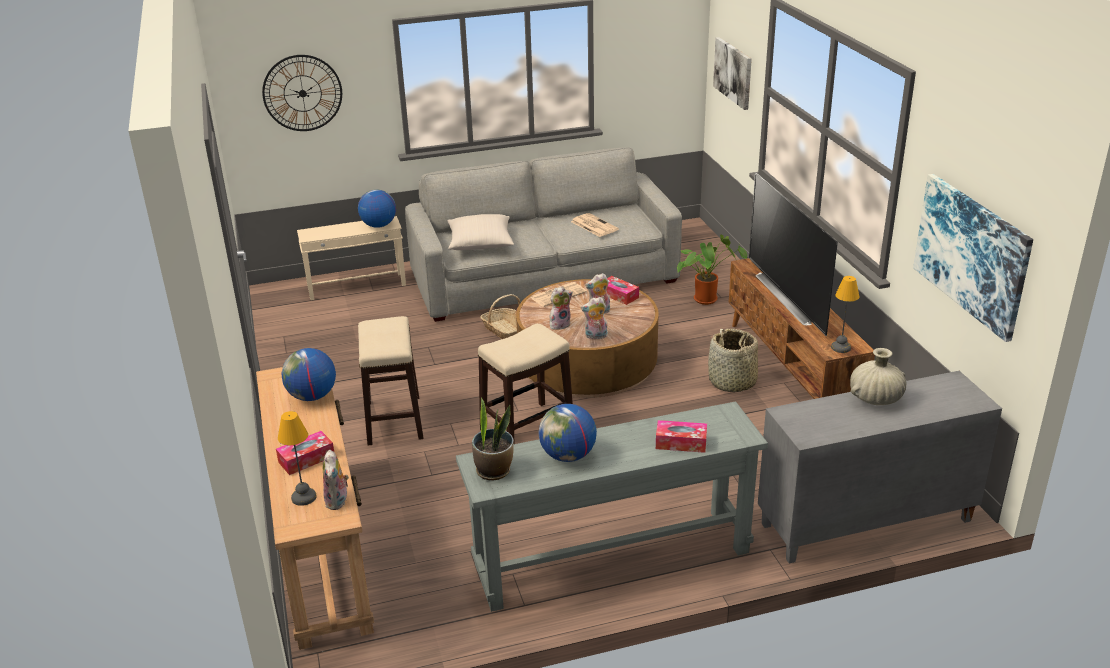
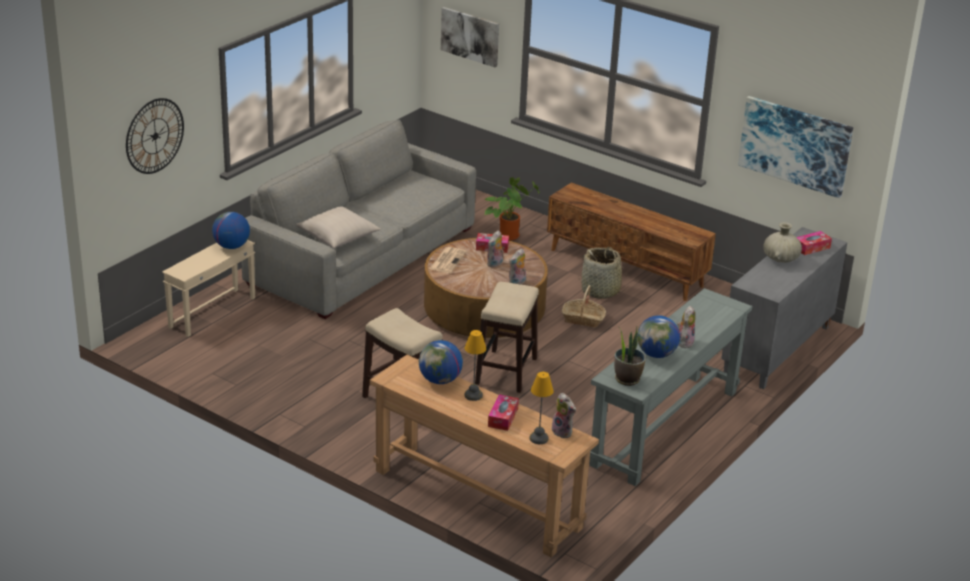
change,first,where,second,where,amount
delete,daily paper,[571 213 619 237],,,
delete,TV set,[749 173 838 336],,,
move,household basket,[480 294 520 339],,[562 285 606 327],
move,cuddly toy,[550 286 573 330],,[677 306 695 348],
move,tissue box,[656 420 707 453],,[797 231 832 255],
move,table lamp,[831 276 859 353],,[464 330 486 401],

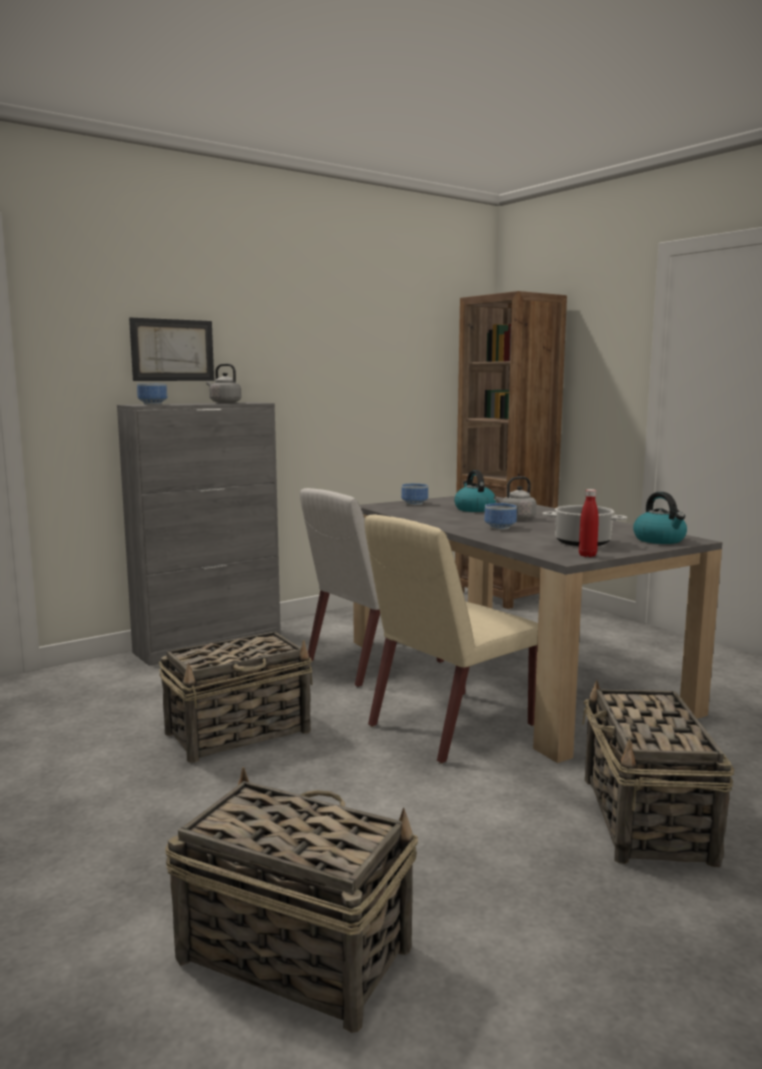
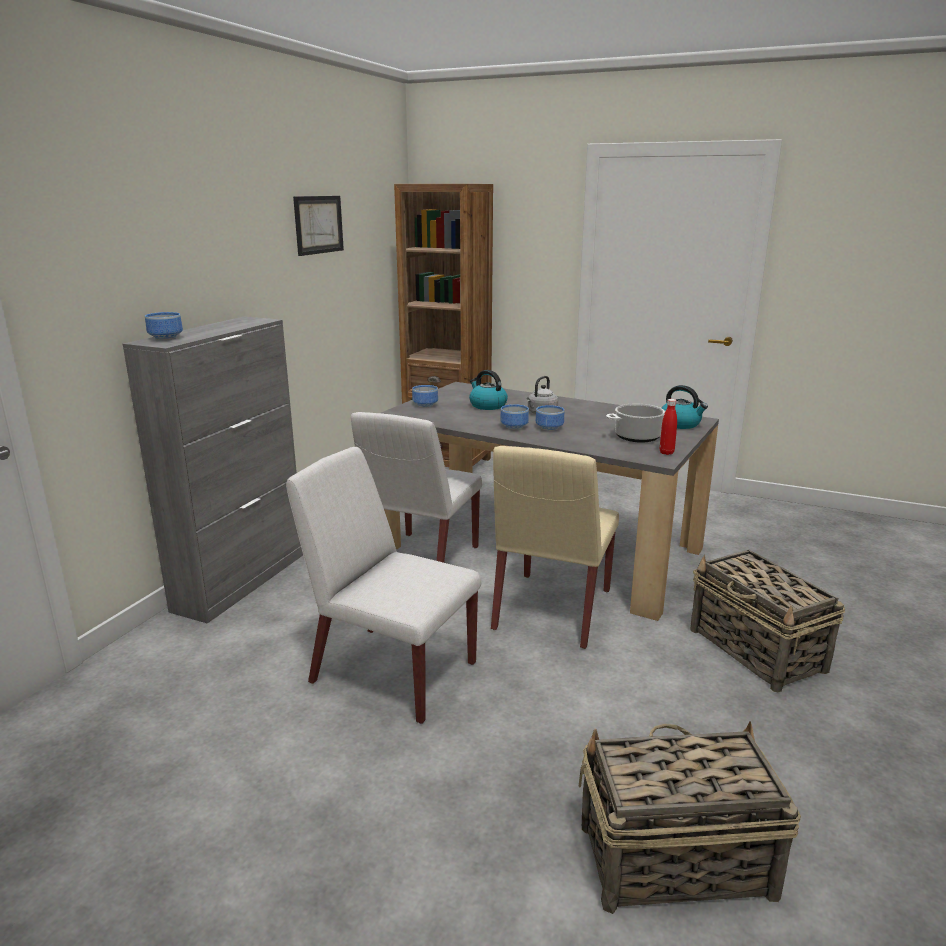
change,first,where,second,where,amount
delete,gray kettle,[206 364 241 403],,,
insert,,,deep dish,[500 404 529 430],
move,wall art,[129 318 214 381],,[293 196 344 256],
replace,household basket,[159 632 312 763],white chair,[286 447 481 724],

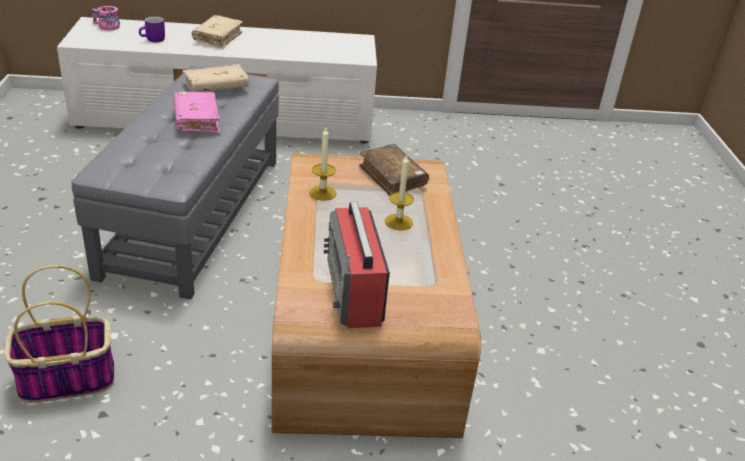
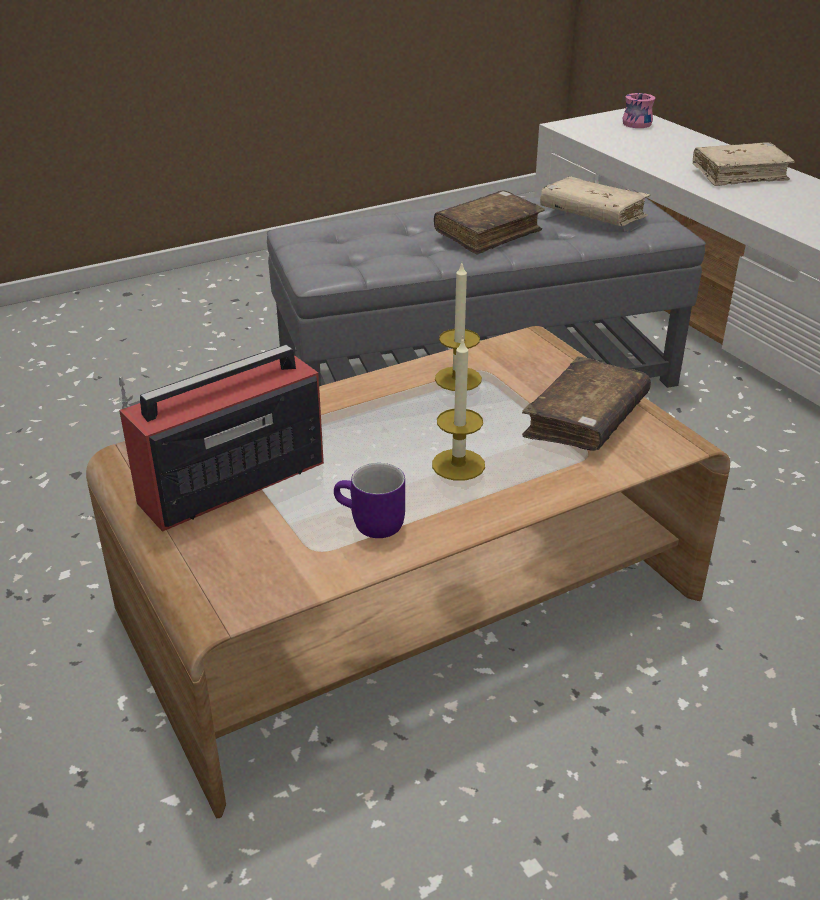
change,first,where,second,where,amount
delete,household basket,[4 265 114 403],,,
move,purple-coloured coffee mug,[139 17 165 42],,[334 463 405 538],
recolor,pink book,[173 91 220 133],brown-coloured book,[434 191 545 255],

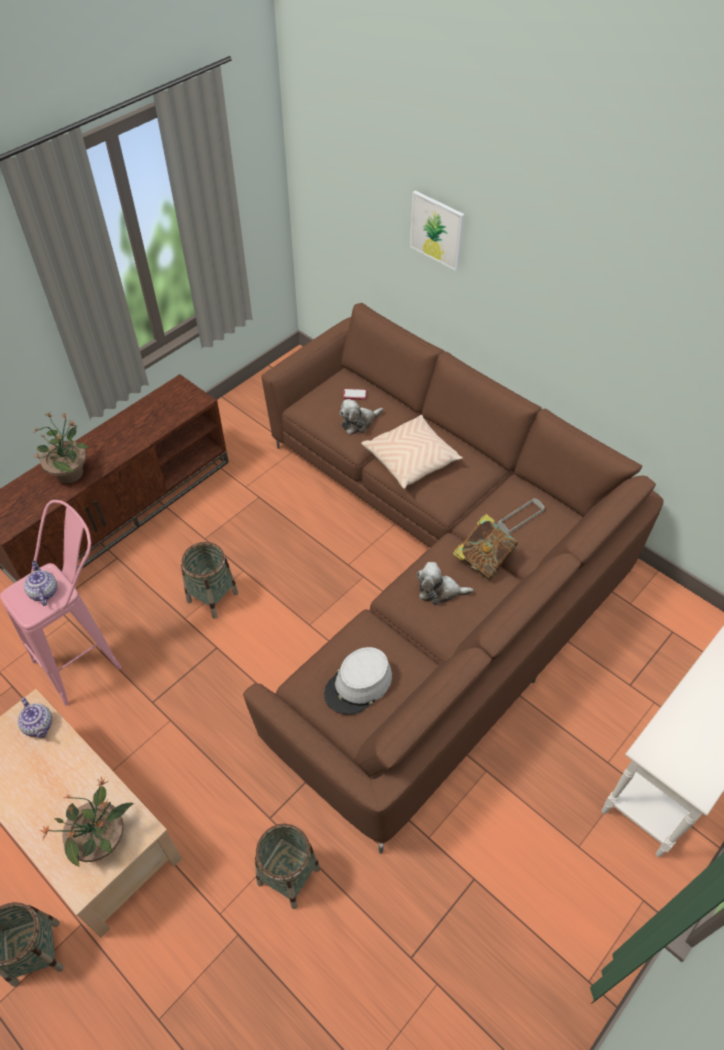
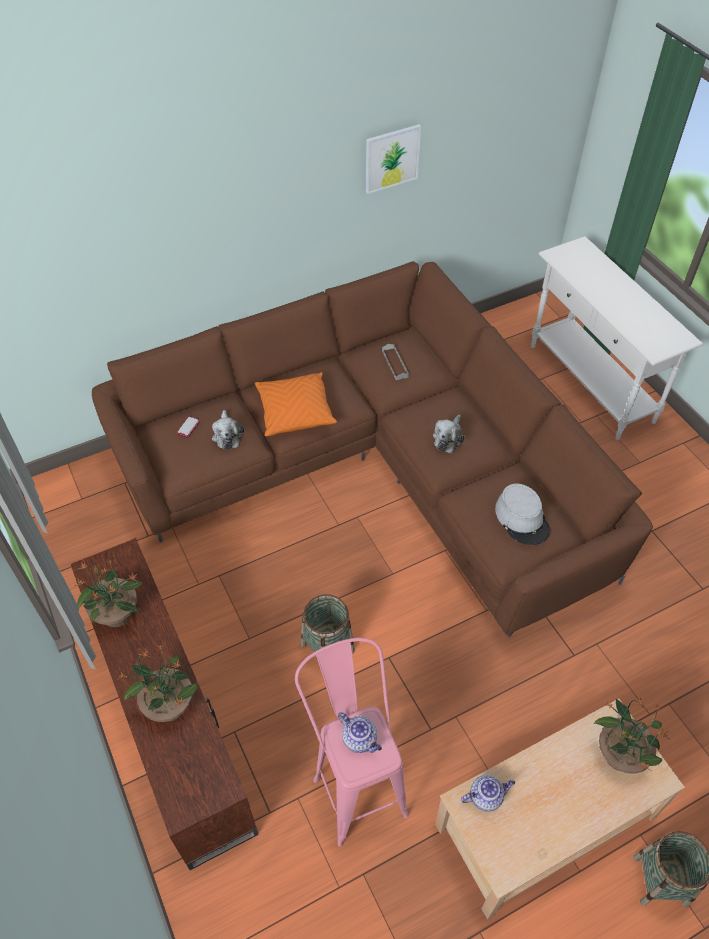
change,first,where,second,where,amount
delete,household basket,[255 823 320 909],,,
delete,book,[452 514 518 580],,,
insert,,,houseplant,[72 561 143 627],
move,wall art,[410 191 465 271],,[366 124 421 194],
recolor,sand-coloured cushion,[361 415 463 489],orange cushion,[255 372 337 436],
rotate,teapot,[24 561 57 606],,[338 712 382 753],135 degrees counterclockwise

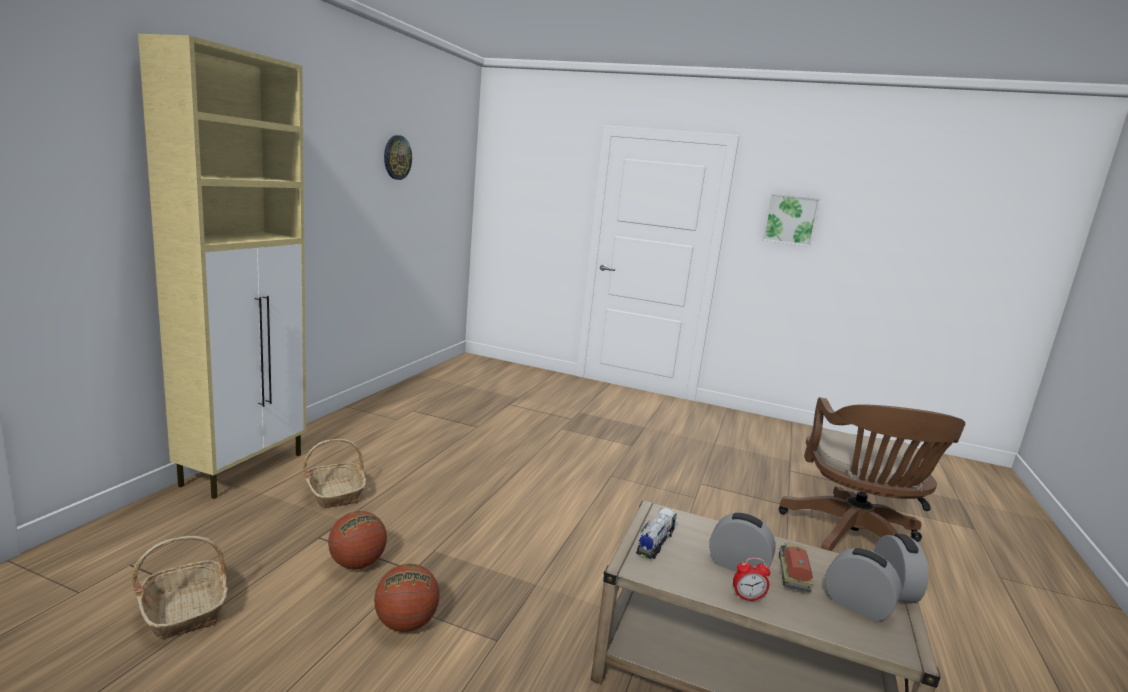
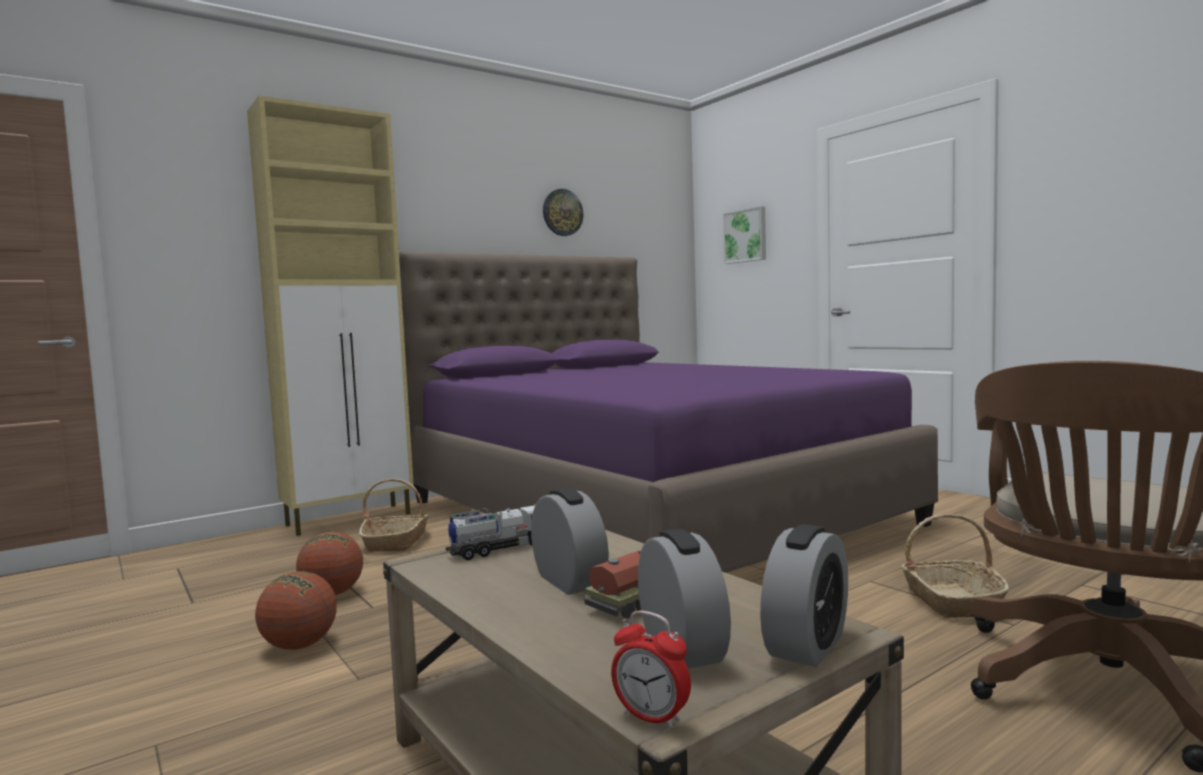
change,first,where,second,where,amount
insert,,,purple-coloured bed,[399 251 938 573],
move,household basket,[132 536 228 640],,[901 514 1010 618],
move,table clock,[733 557 770 601],,[611 611 691 729],
move,wall art,[762 194 820 247],,[723 206 766 264],

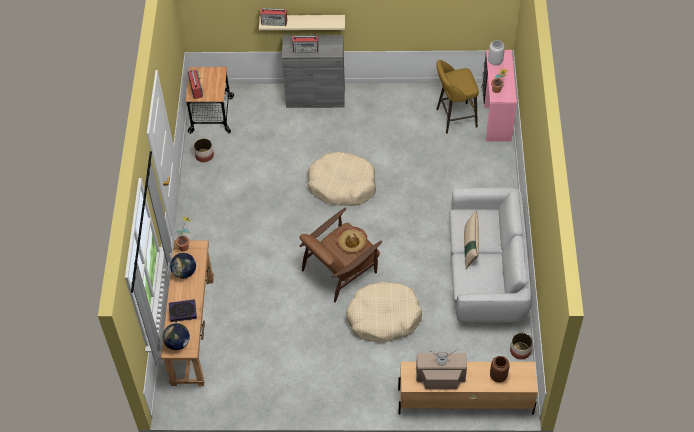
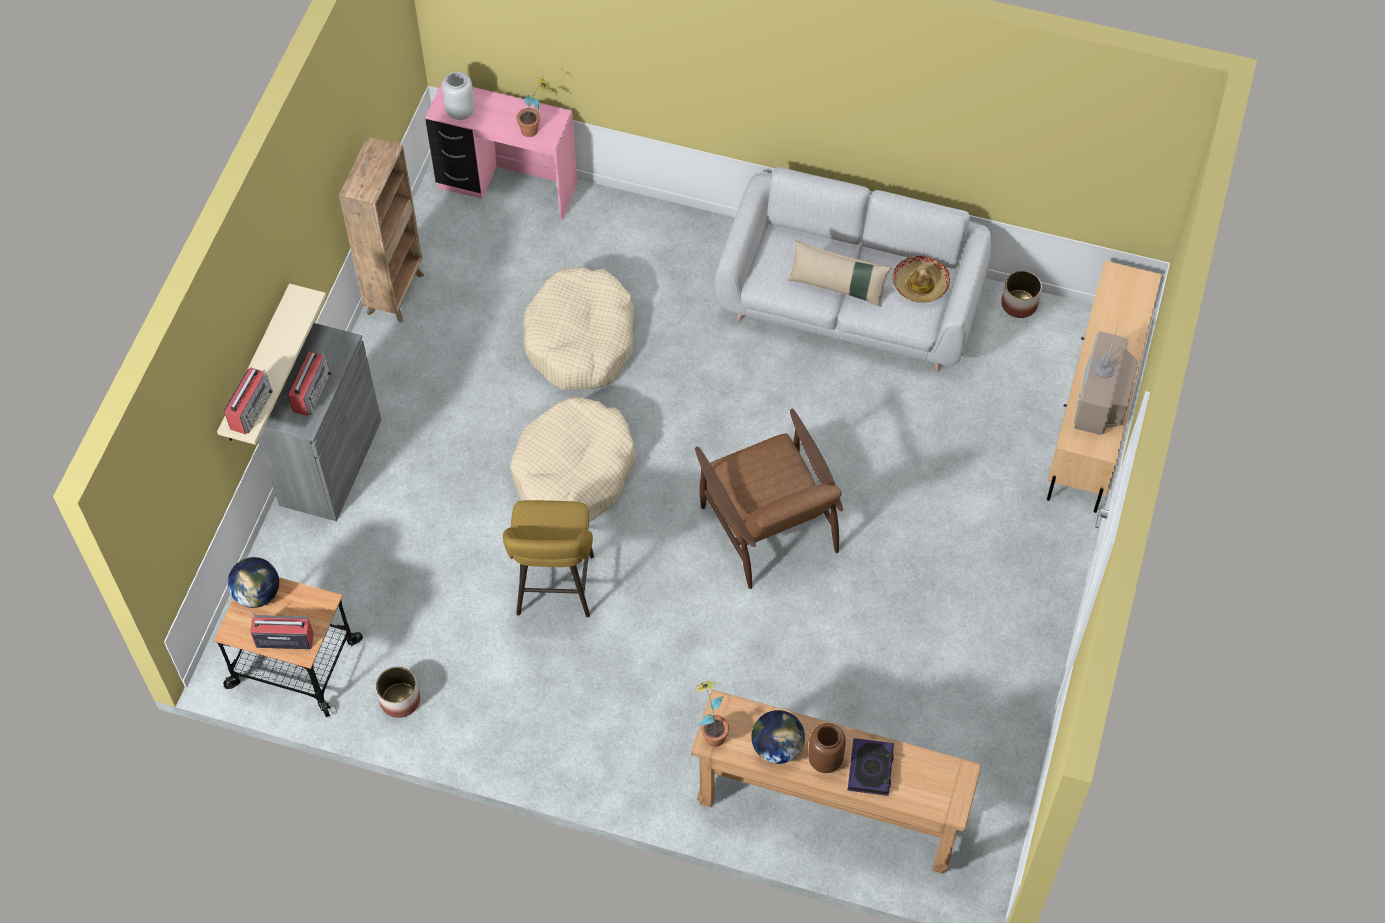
change,first,where,second,where,amount
insert,,,brown-coloured shelving unit,[339 137 424 323],
move,globe,[163 323 190 350],,[228 557 279 608],
move,hat,[337 226 367 252],,[893 255 950 303],
move,sand-coloured pet bed,[346 282 422 342],,[523 267 634 390],
move,yellow stool,[436 60 479 134],,[503 500 594 618],
move,brown-coloured vase,[490 356 510 383],,[808 723 846 773],

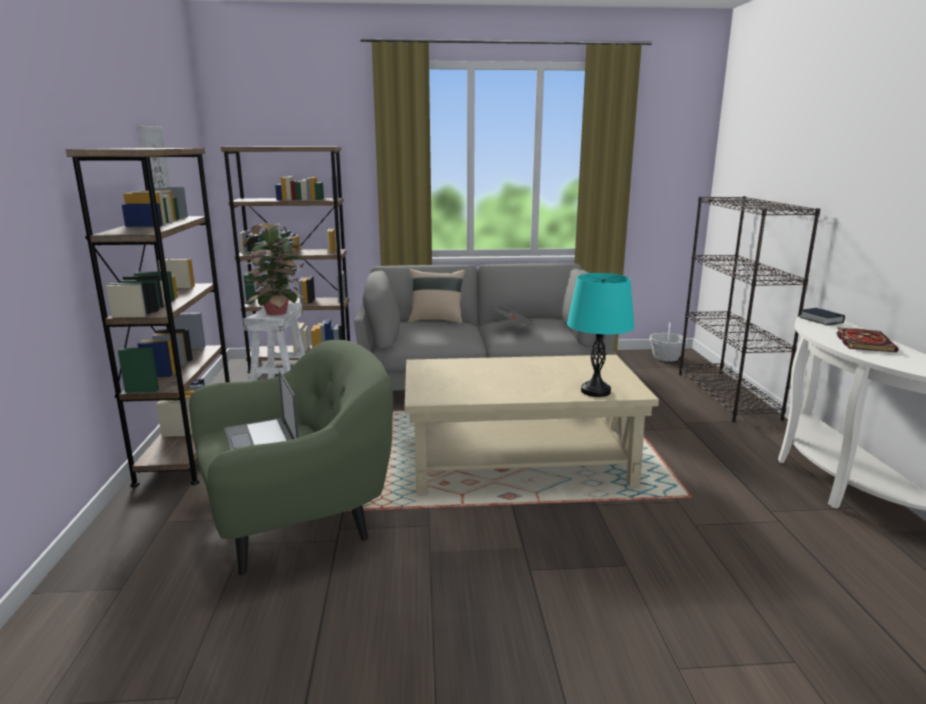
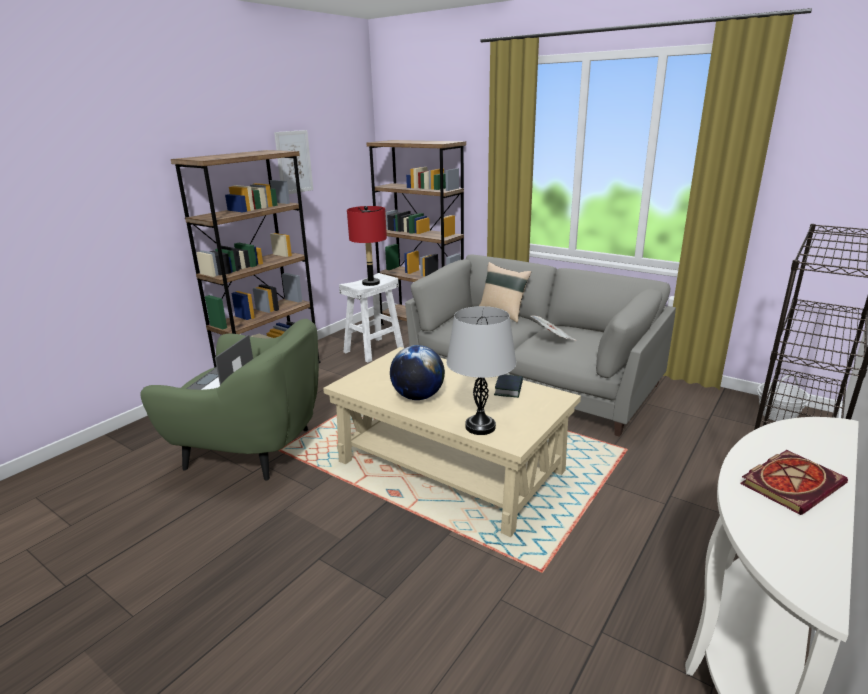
change,first,where,second,where,amount
insert,,,globe,[390 345 445 400],
move,book,[799 308 845 325],,[494 374 523 398],
replace,houseplant,[241 223 307 315],reddish table lamp,[347 206 387 286],
recolor,turquoise table lamp,[567 273 635 397],gray table lamp,[446 306 516 435],

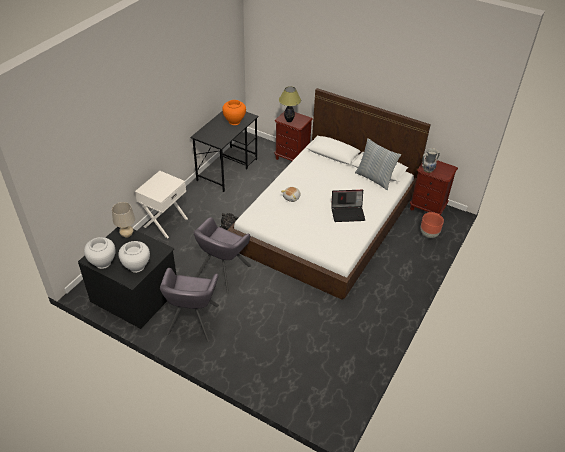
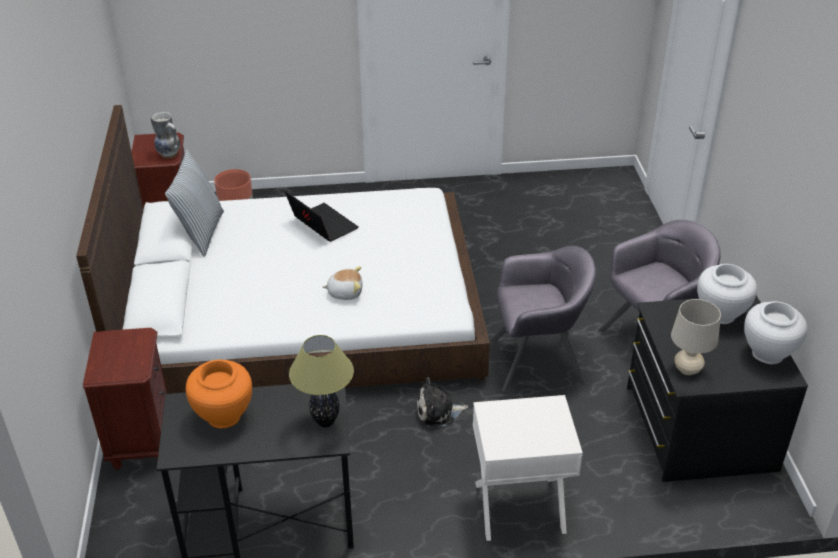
change,first,where,second,where,amount
move,table lamp,[279 86 301 122],,[289 335 354 427],

